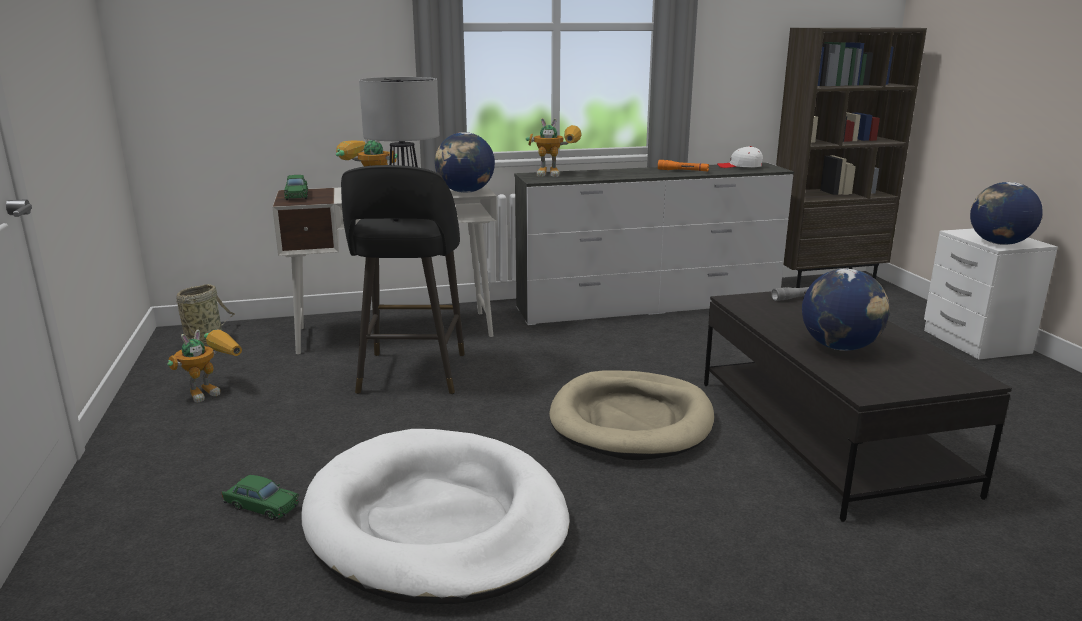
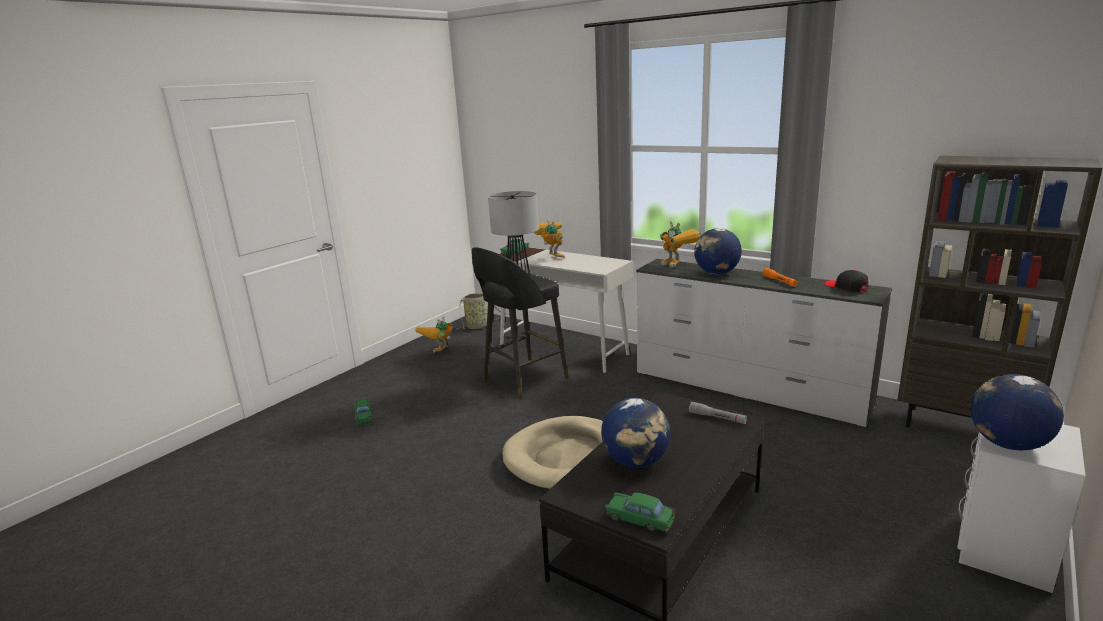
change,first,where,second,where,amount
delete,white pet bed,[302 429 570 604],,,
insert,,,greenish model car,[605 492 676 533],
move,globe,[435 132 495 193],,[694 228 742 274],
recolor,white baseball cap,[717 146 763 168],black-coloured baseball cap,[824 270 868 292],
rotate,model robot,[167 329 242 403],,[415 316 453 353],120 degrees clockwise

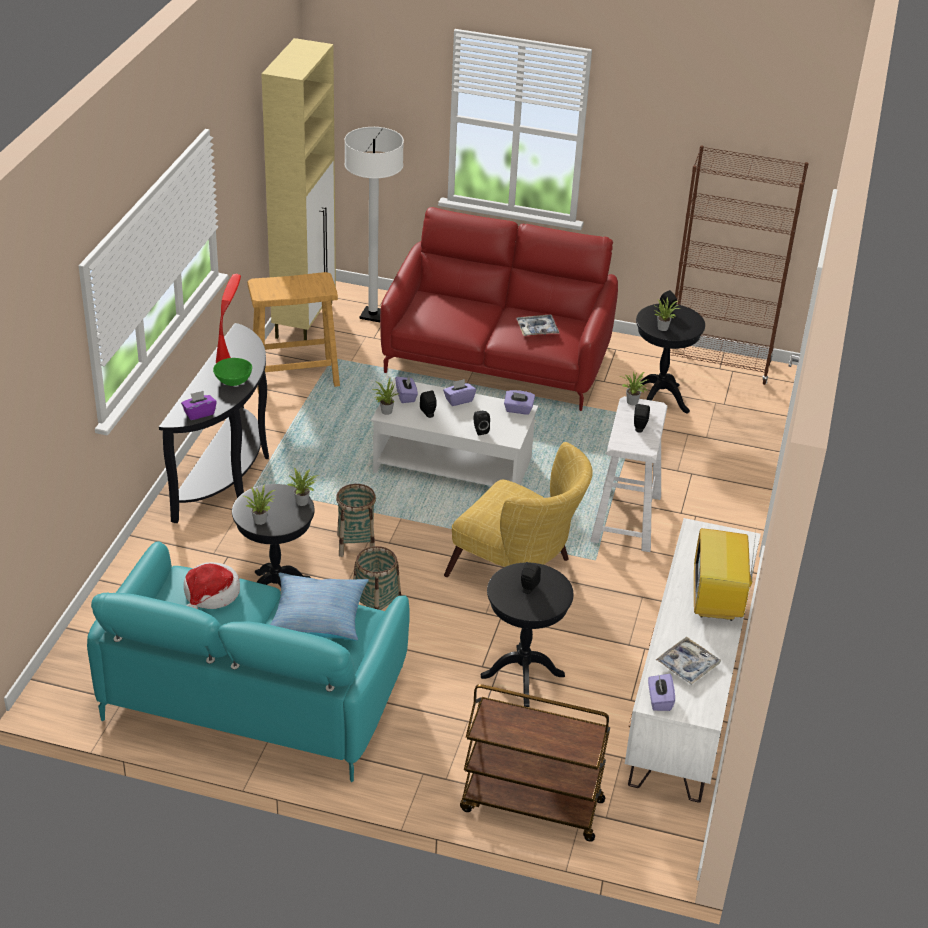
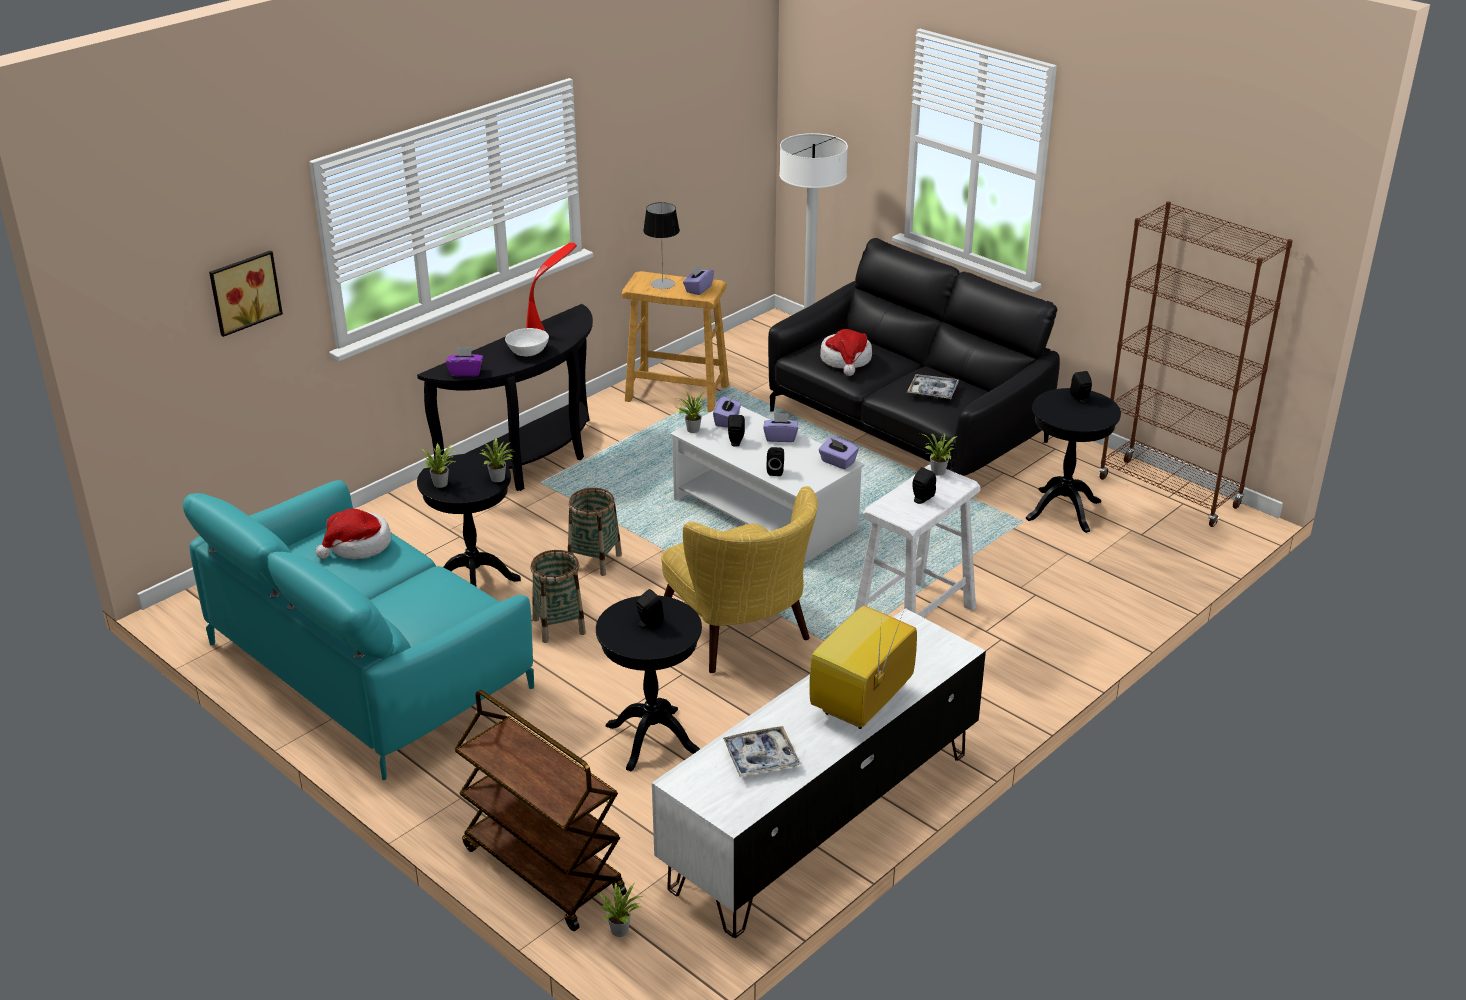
change,first,where,second,where,amount
delete,sand-coloured cabinet,[261 38 336 340],,,
delete,cushion,[270 573 369 641],,,
insert,,,wall art,[209 251 283 337],
insert,,,table lamp,[643 202 680 289],
insert,,,hat,[820 329 872 376],
move,purple-coloured tissue box,[648 674 675 711],,[683 264 714 295],
move,houseplant,[654 297 680 331],,[598 882 643 937],
recolor,greenish deep dish,[213 358 252 386],white deep dish,[505 328 549 356],
recolor,reddish settee,[380 207 618 411],black-coloured settee,[768 238 1060 476],

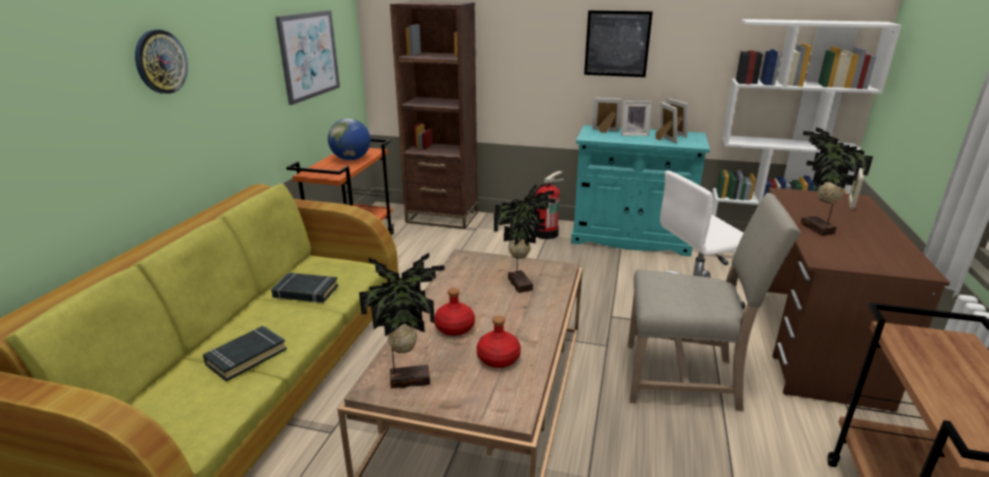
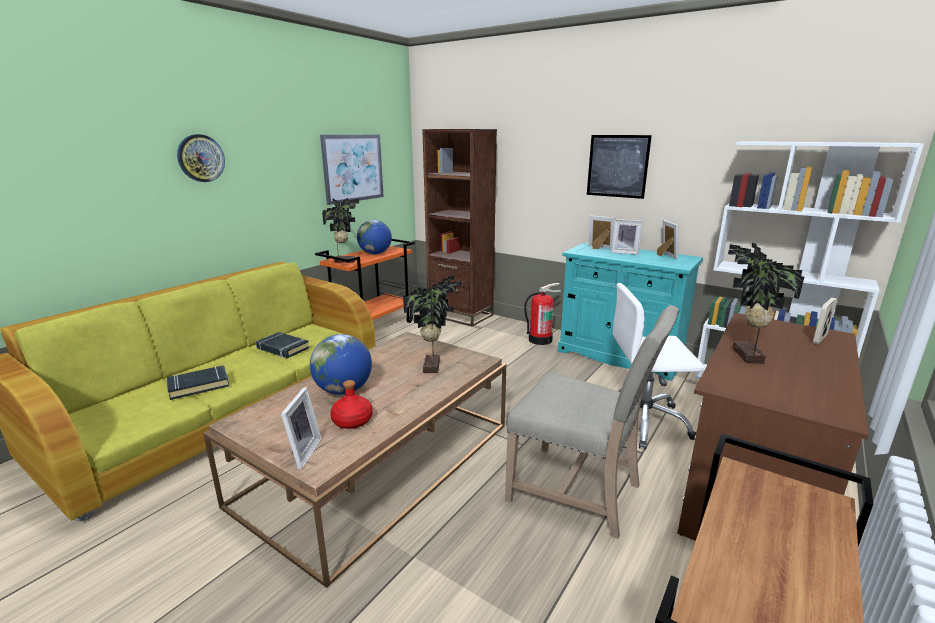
change,first,where,second,where,amount
move,houseplant,[359 253 444 389],,[322 198 359 263],
move,picture frame,[656 102 677 143],,[281 387 322 469],
replace,reddish beverage bottle,[434 288 475 336],globe,[310 334 372 395],

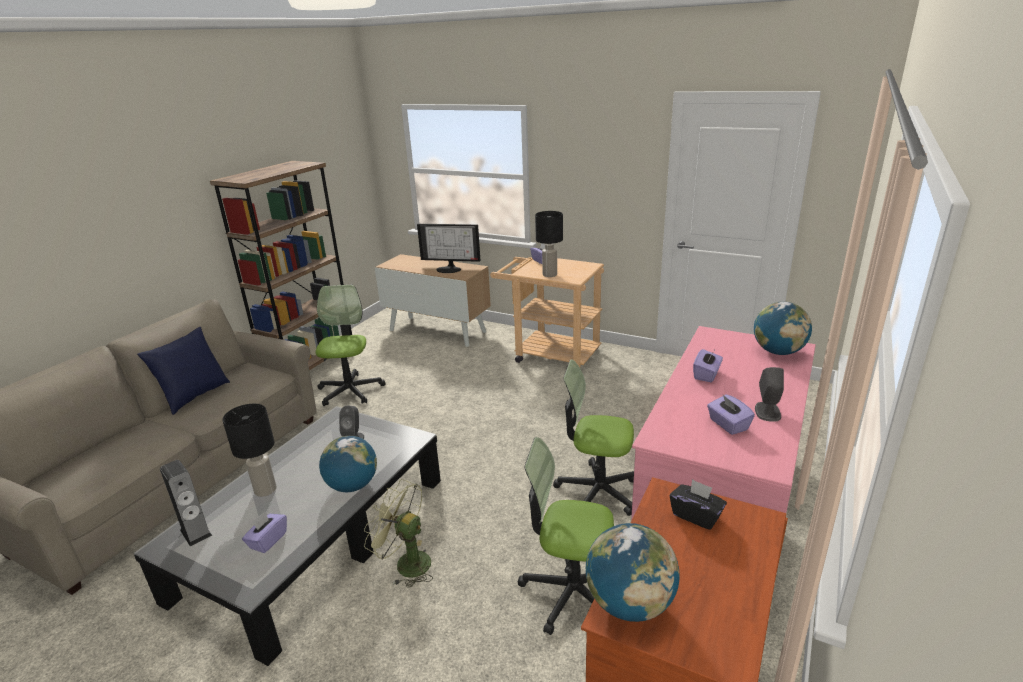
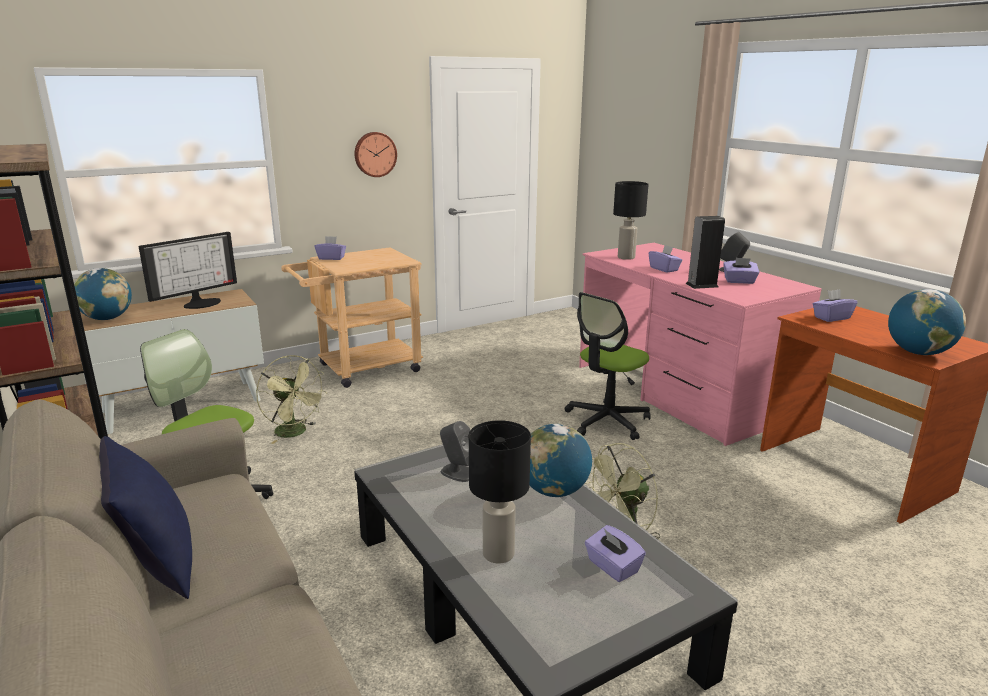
change,first,where,second,where,amount
delete,office chair,[517 437 614 635],,,
insert,,,greenish fan,[256 355 327 444],
insert,,,hanging clock,[355 132 397 177],
move,speaker,[160 460 212 547],,[686 216 725 289],
move,black-coloured table lamp,[535 211 563 277],,[613 181 649 260],
move,globe,[754 302 812 355],,[74 268 132 320],
recolor,black-coloured tissue box,[670 479 727 530],purple-coloured tissue box,[813 289 857 322],

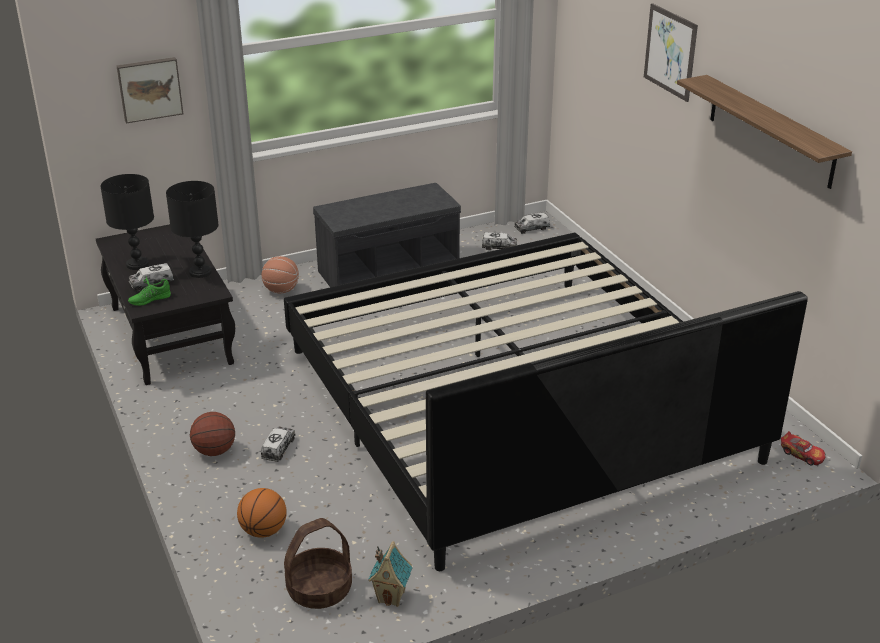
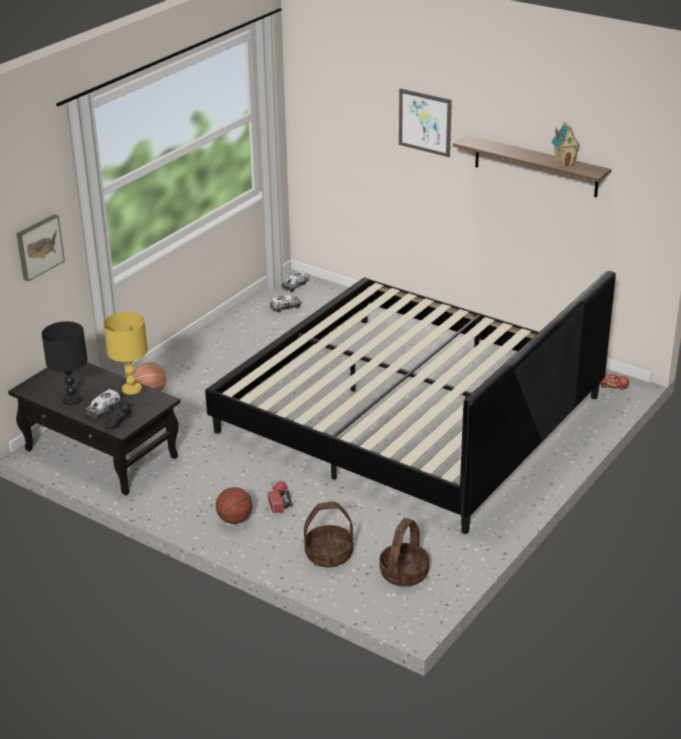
change,first,where,second,where,amount
delete,gray bench,[313 183 461 287],,,
move,model house,[368 541 413 607],,[551 121 581 167],
replace,basketball,[237 488 287 538],household basket,[304 502 353 568],
replace,model truck,[261 427 296 462],torch,[268 480 293 513],
recolor,greenish low shoe,[128 277 171 306],black-coloured low shoe,[105 400 131 429],
recolor,black-coloured table lamp,[166 181 219 278],yellow table lamp,[103 312 148 395],

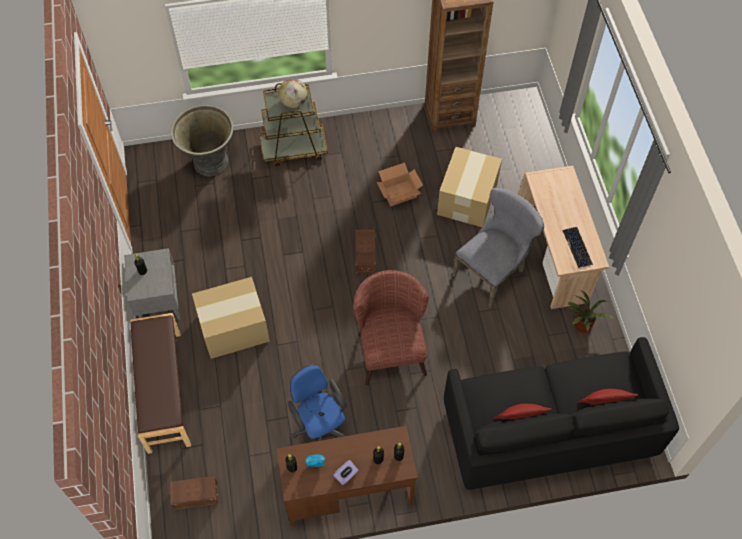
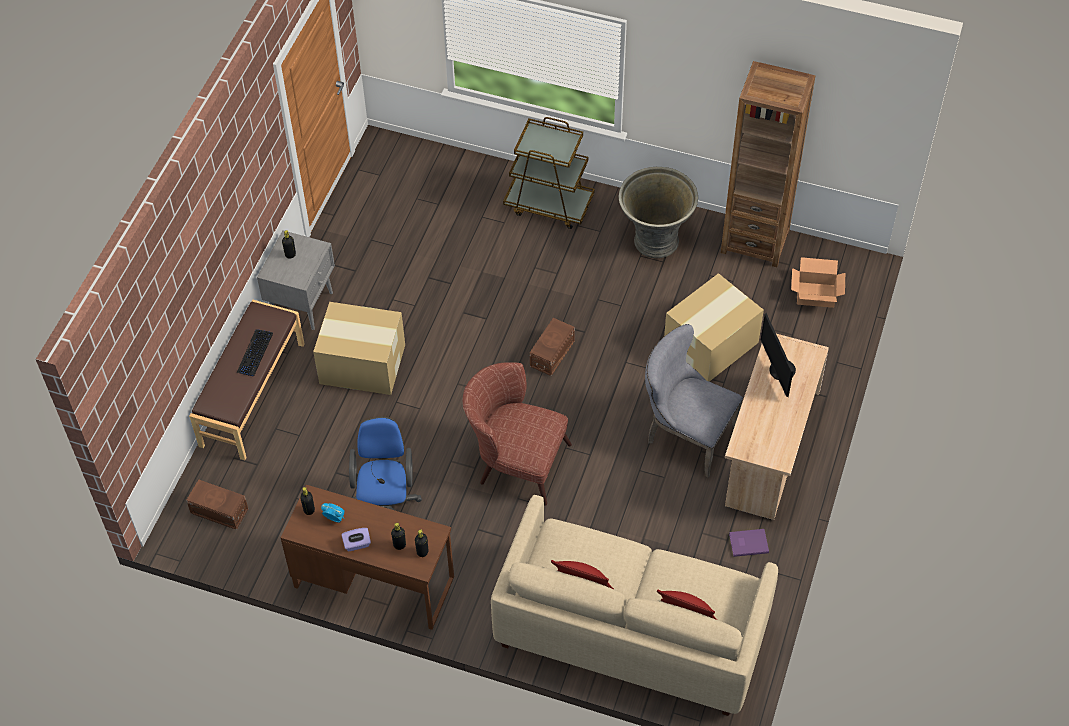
change,first,where,second,where,amount
delete,globe,[278 78 307 108],,,
insert,,,monitor,[761 313 796 397],
move,gray plant pot,[171 105 234 176],,[619 167 698 258],
move,cardboard box,[377 163 423 206],,[791 257 845 308],
move,computer keyboard,[562 227 593 268],,[237 329 273 377],
replace,houseplant,[568 290 615 333],purple-coloured book,[729 529 769 557],
recolor,black-coloured settee,[444 337 679 490],sand-coloured settee,[491 495 778 716],
rotate,brown-coloured armchair,[353 270 429 385],,[463 362 572 506],90 degrees counterclockwise
rotate,gray chair,[452 187 544 308],,[645 324 743 478],135 degrees counterclockwise

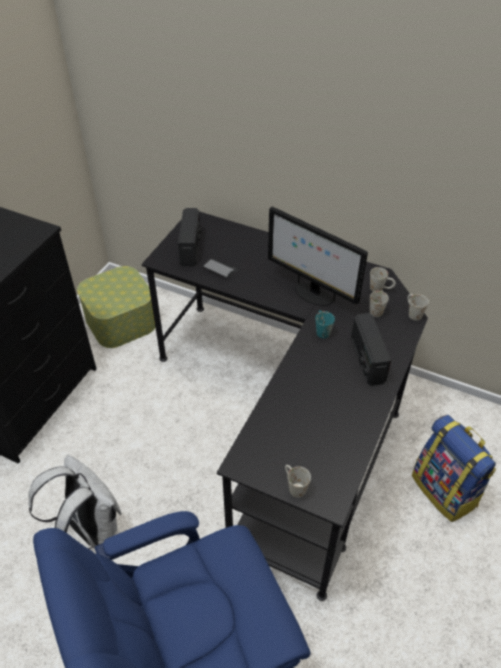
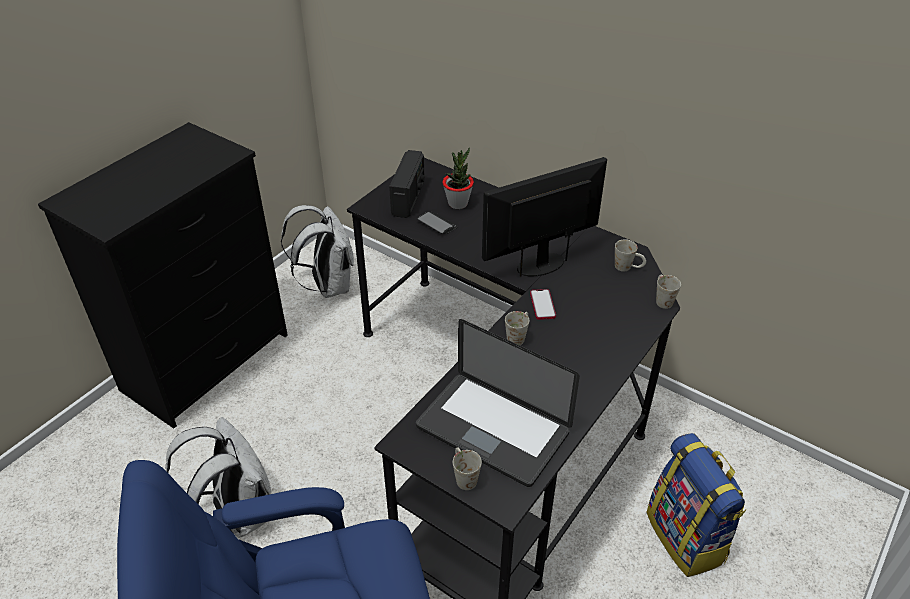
change,first,where,second,where,amount
delete,radio set,[351 313 391 386],,,
insert,,,laptop,[416 319 580 487],
insert,,,houseplant,[442 148 474 209],
move,white coffee mug,[370 291 389 317],,[505 311 529 345],
replace,storage bin,[77 266 156 348],white knapsack,[281 205 354 298],
replace,turquoise coffee mug,[316 310 335 338],telephone,[530 289 556 320],
rotate,monitor,[268 207 368 306],,[482 157 607 277],105 degrees clockwise

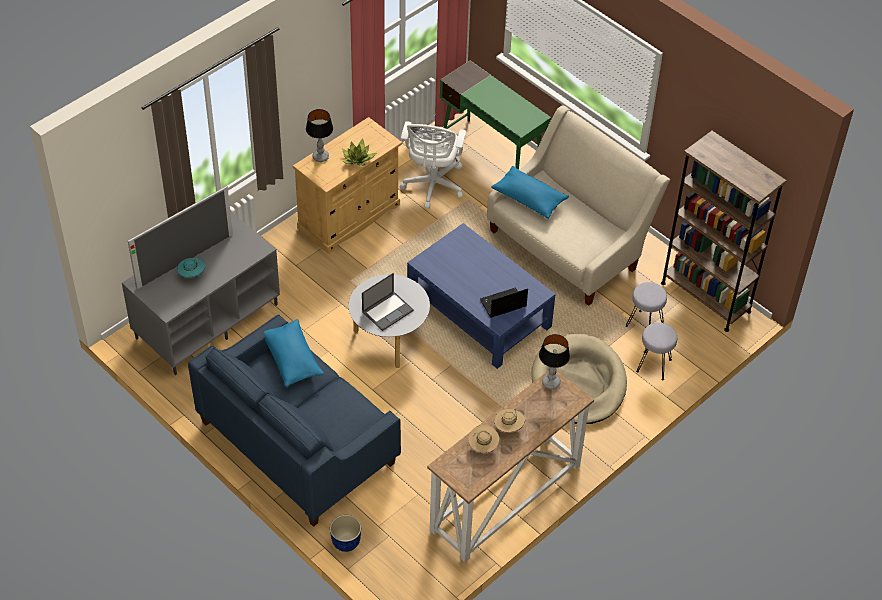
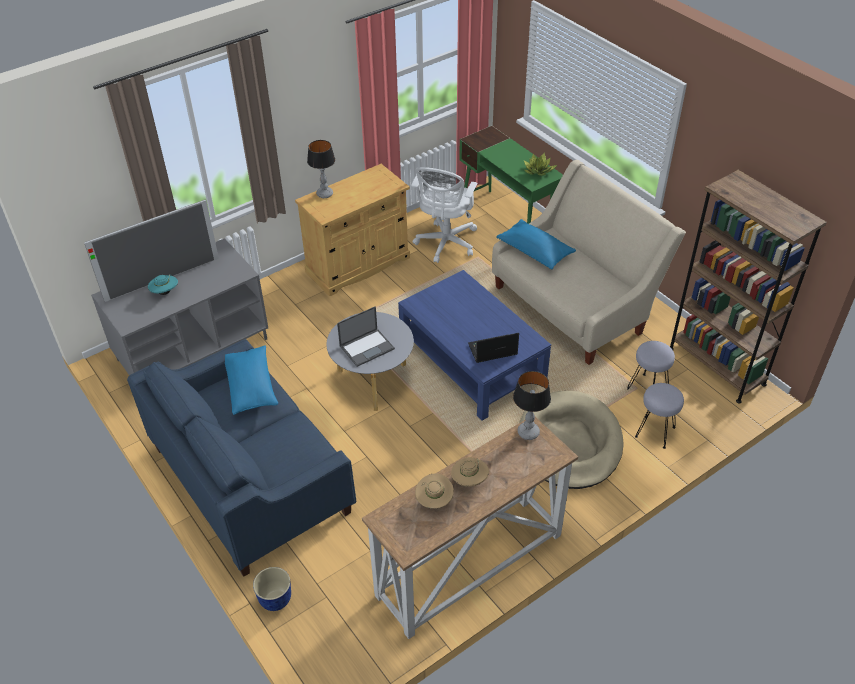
change,first,where,second,where,amount
move,houseplant,[342 138 376 166],,[524 152 557 176],

